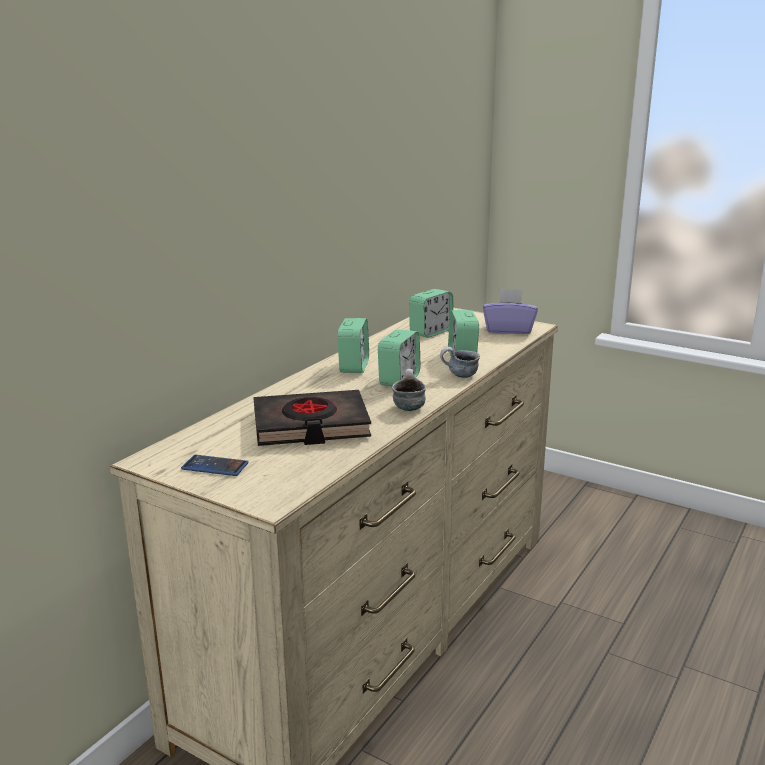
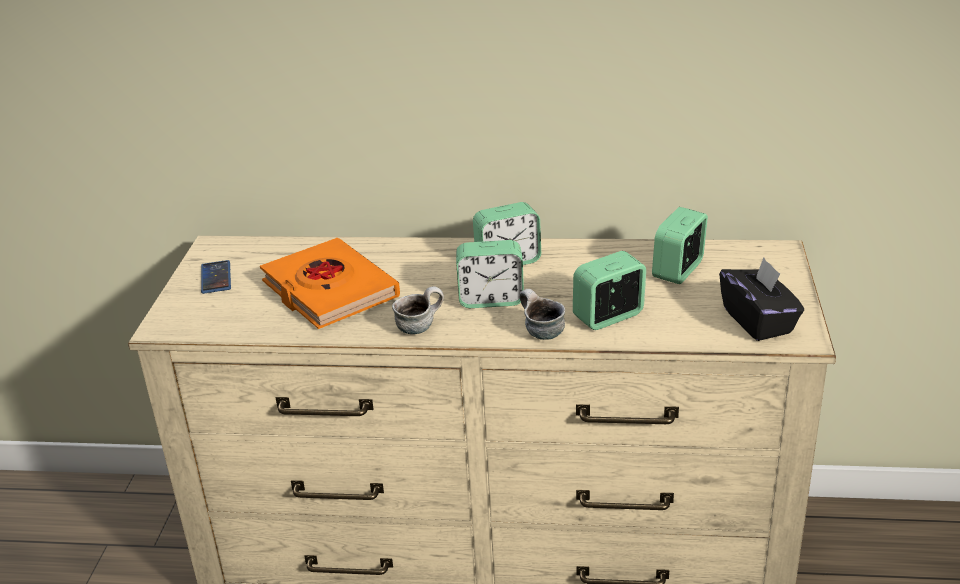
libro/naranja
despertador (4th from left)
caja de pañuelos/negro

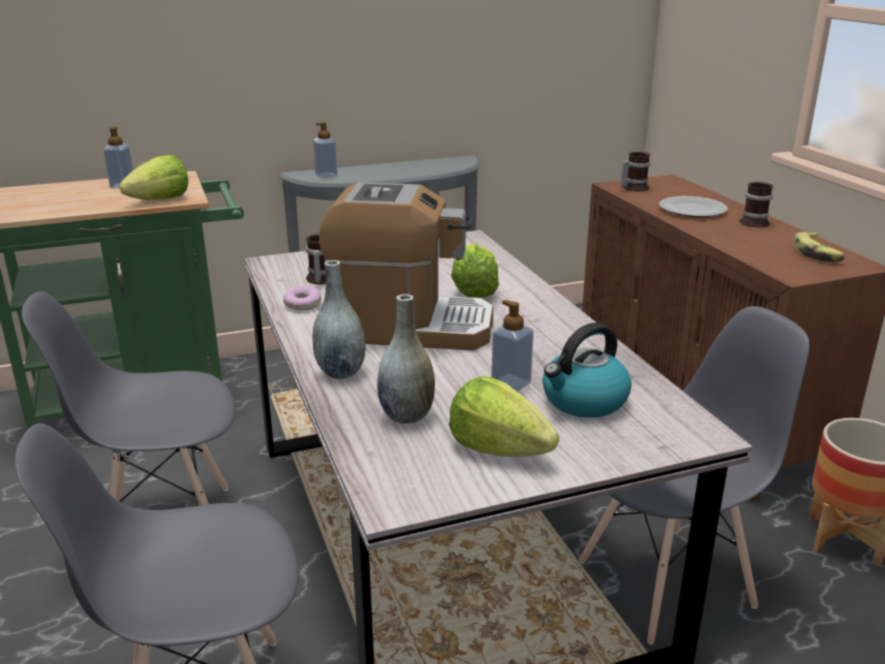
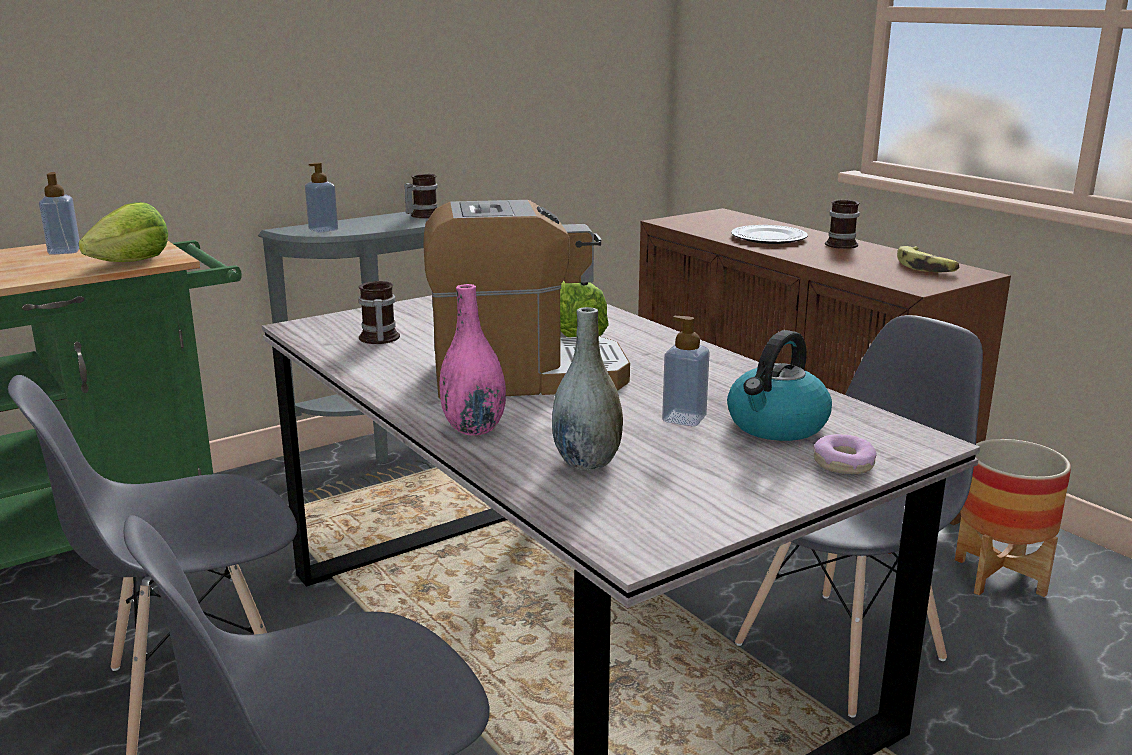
taza grande (2nd from left)
florero/rosa
rosquilla
lechuga (3rd from left in the first image)

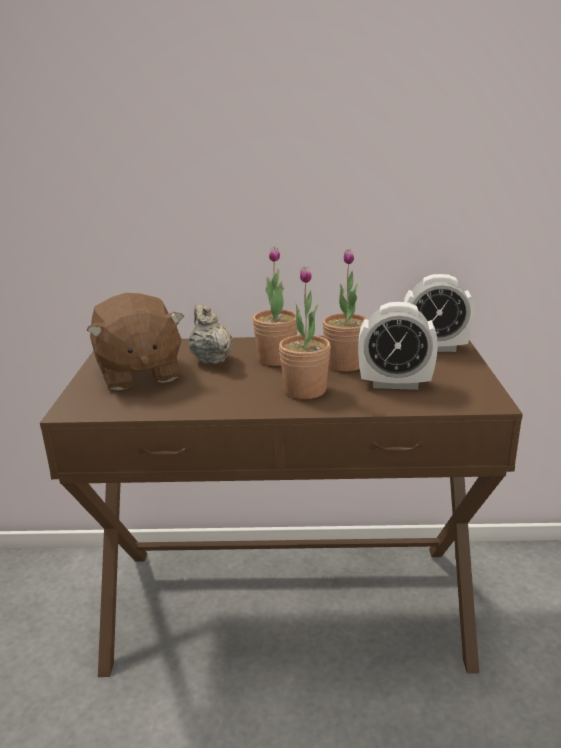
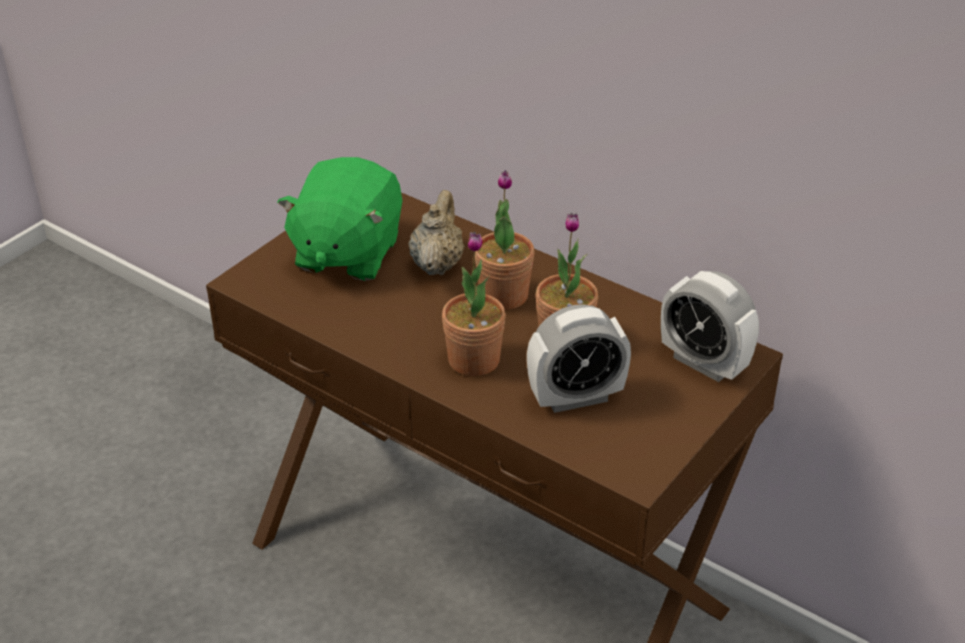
peluche/verde
despertador (1st from left)

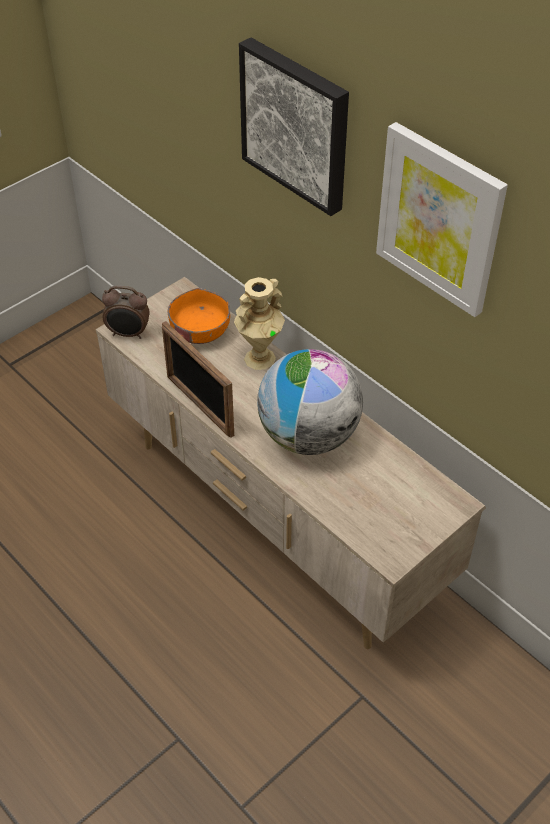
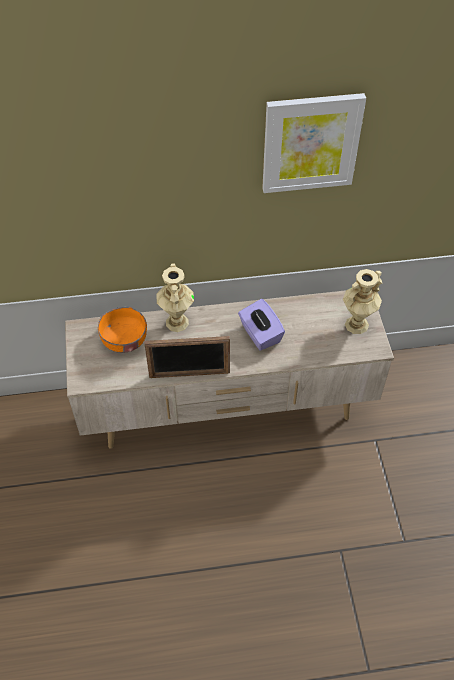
caja de pañuelos/morado
florero/beis (2nd from left)
despertador
cuadro (1st from left in the first image)

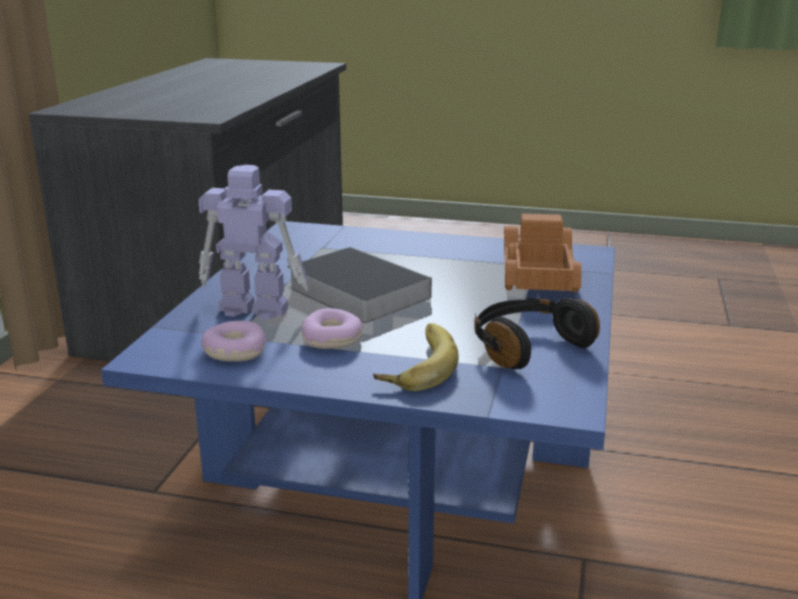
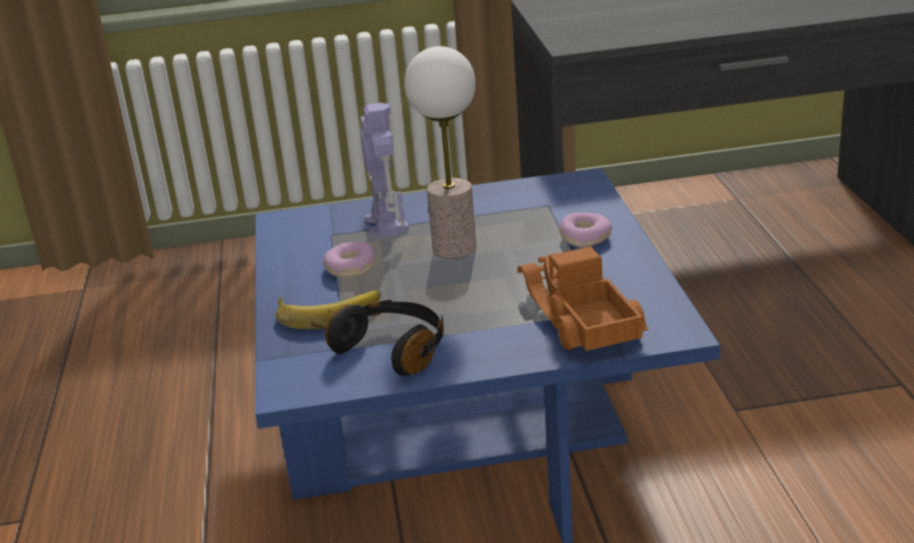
lámpara de mesa
camión de juguete
rosquilla (2nd from left)

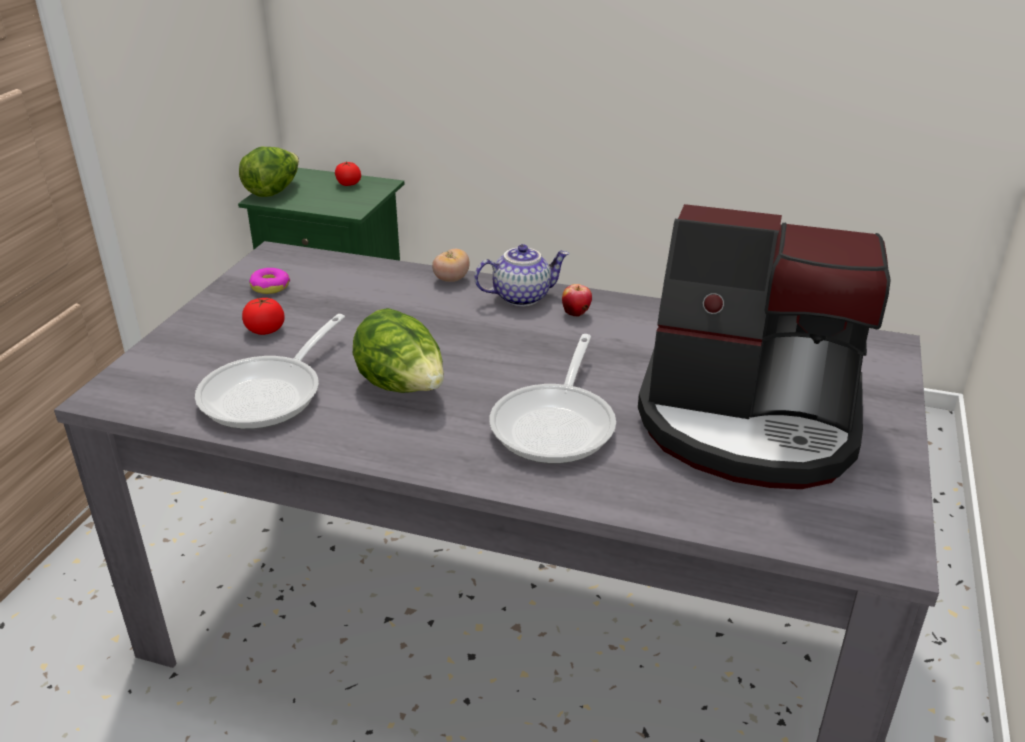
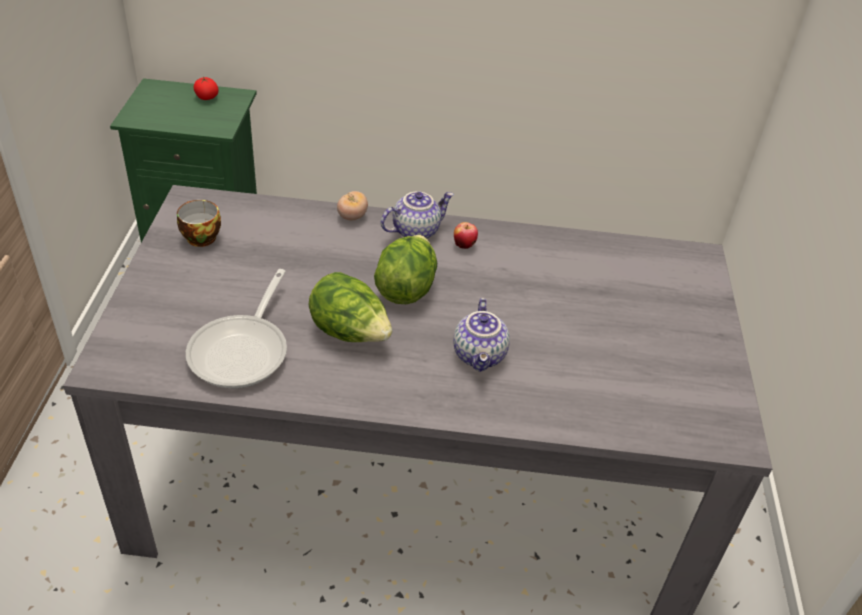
taza
lechuga (2nd from left)
tetera (2nd from left)
tomate (1st from left in the first image)
cafetera

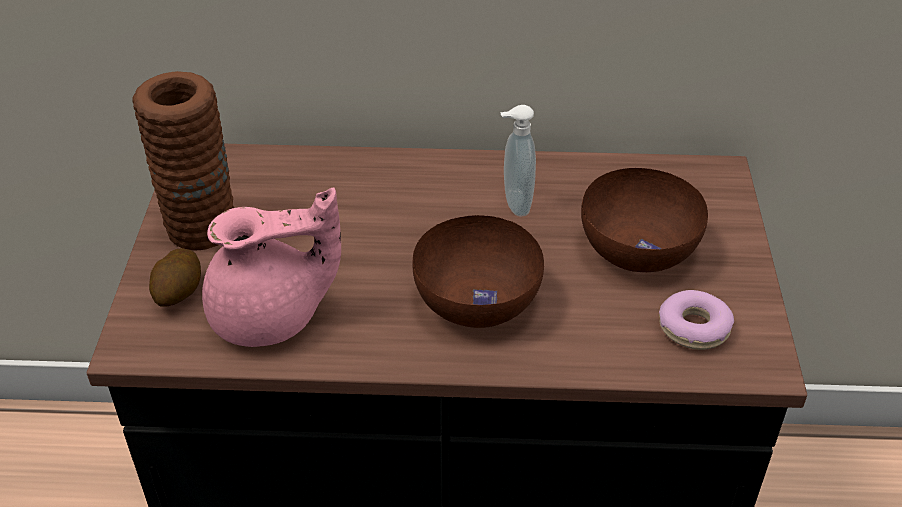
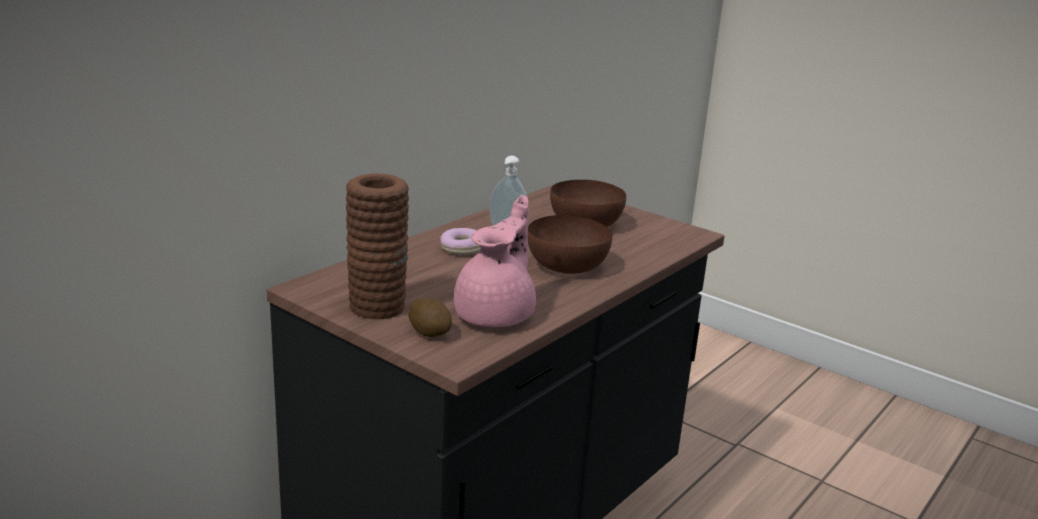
rosquilla

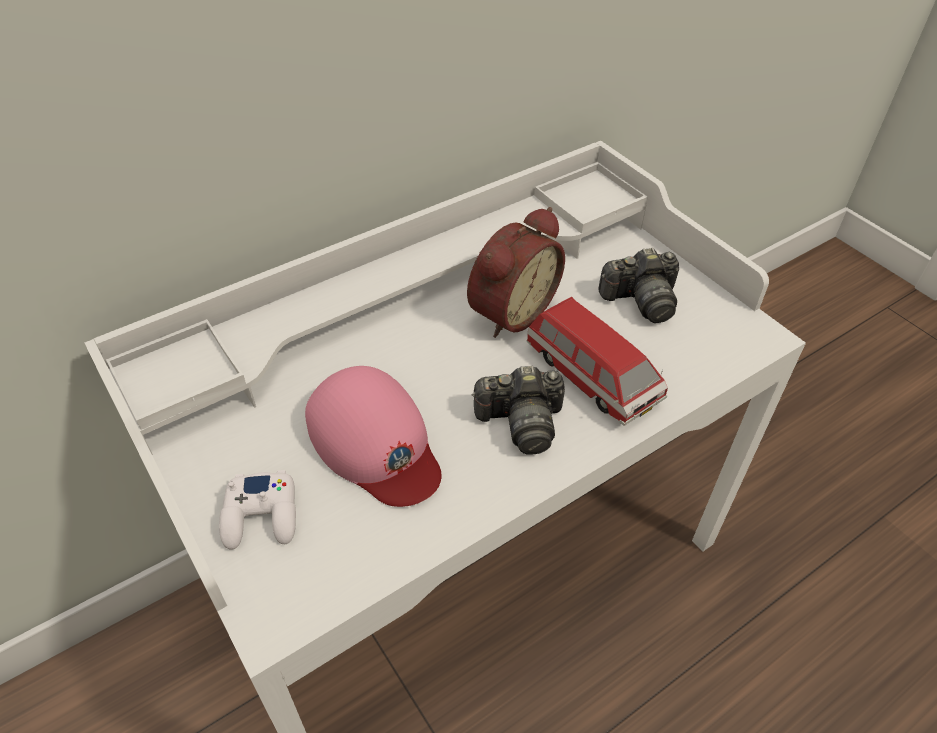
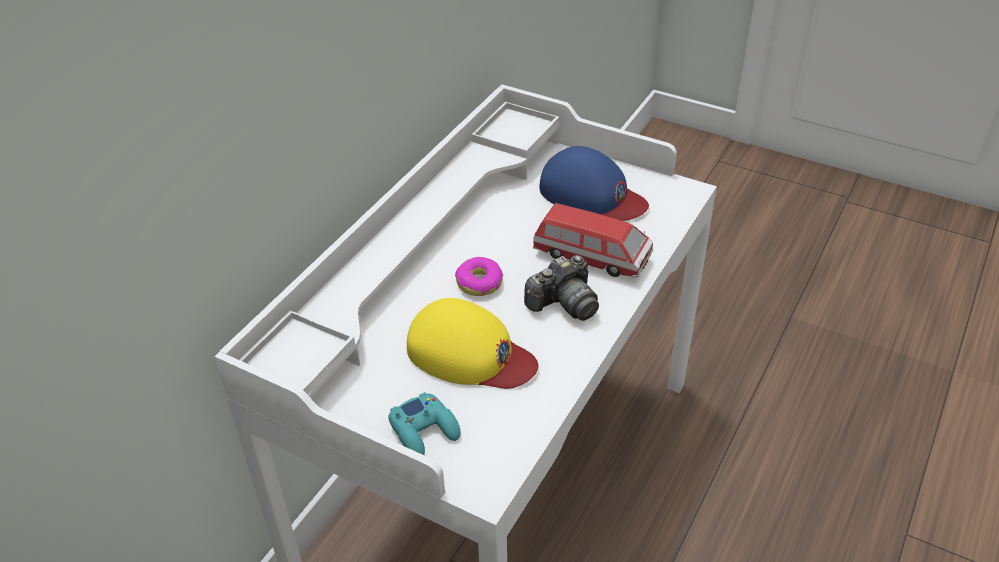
mando de consola/turquesa
gorra/amarillo
rosquilla
gorra/azul
despertador

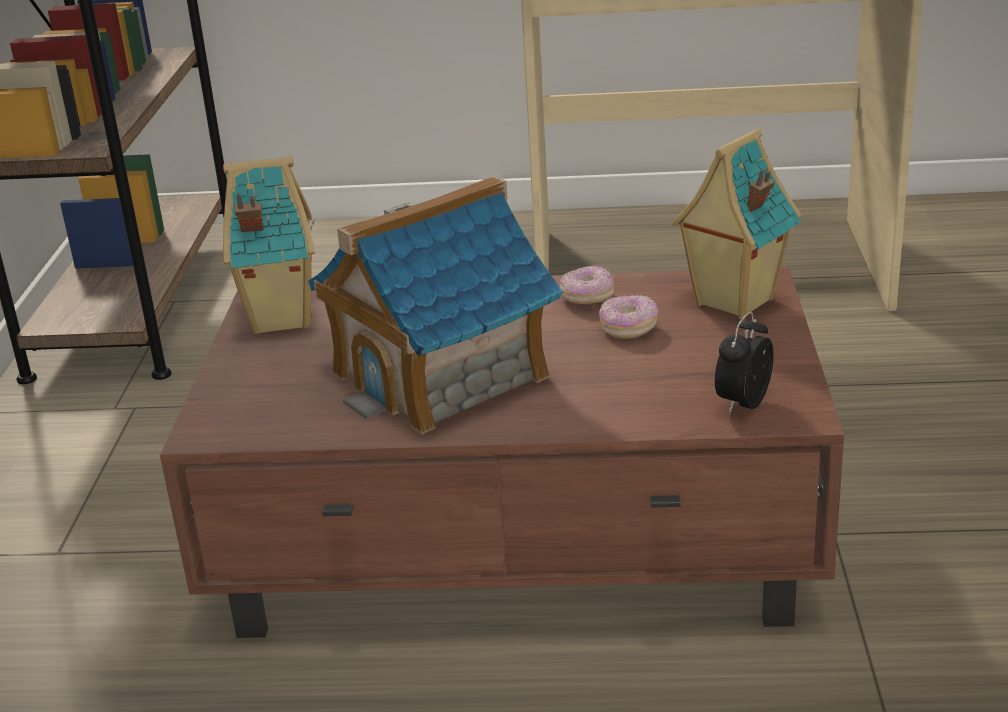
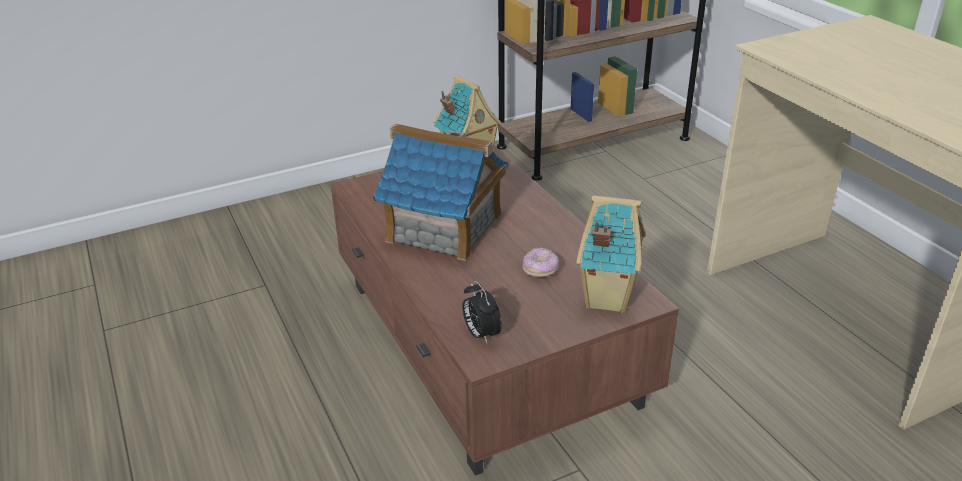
despertador
rosquilla (1st from left in the first image)

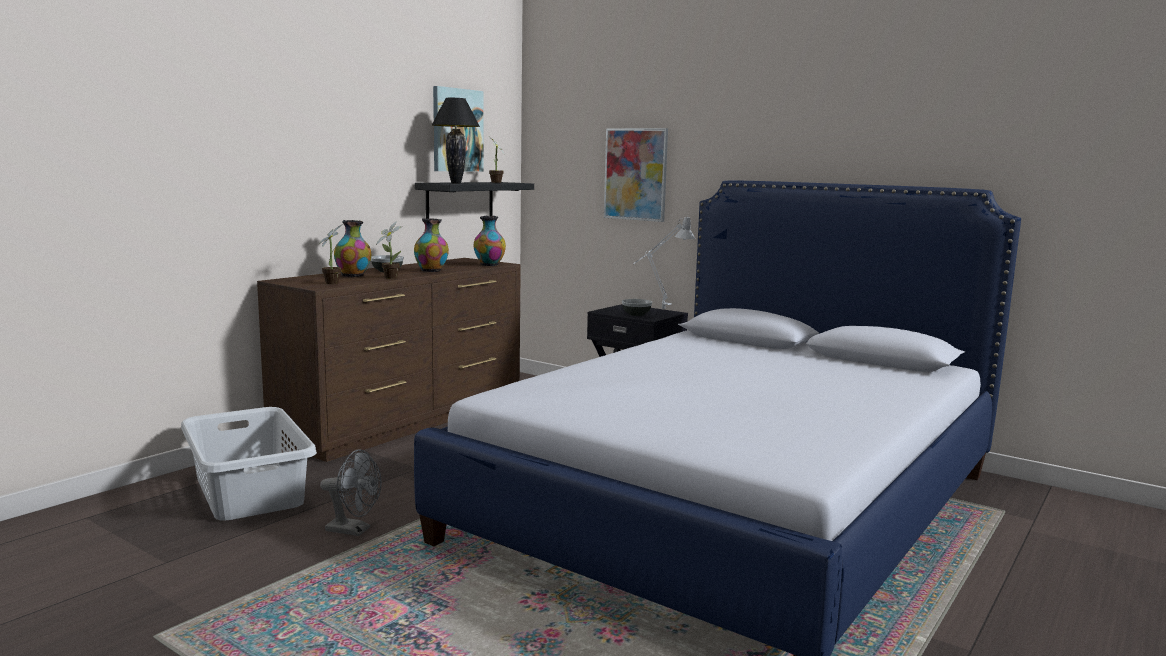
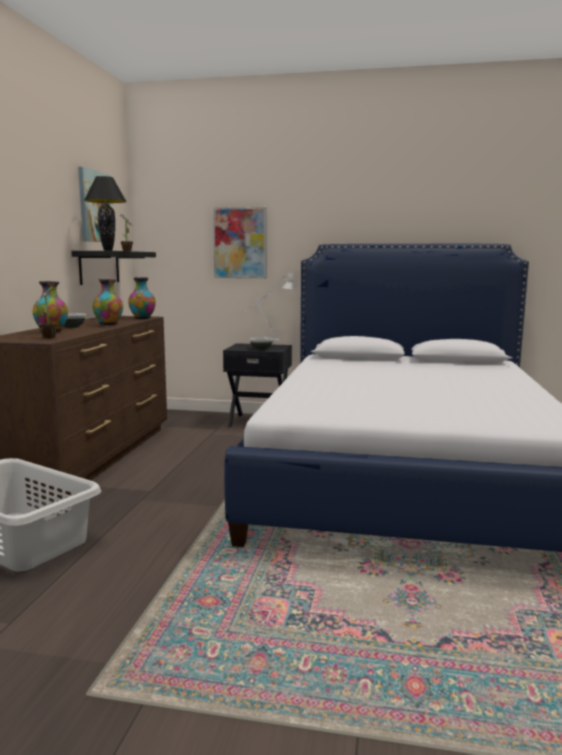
ventilador/gris
planta en maceta (2nd from left in the first image)

